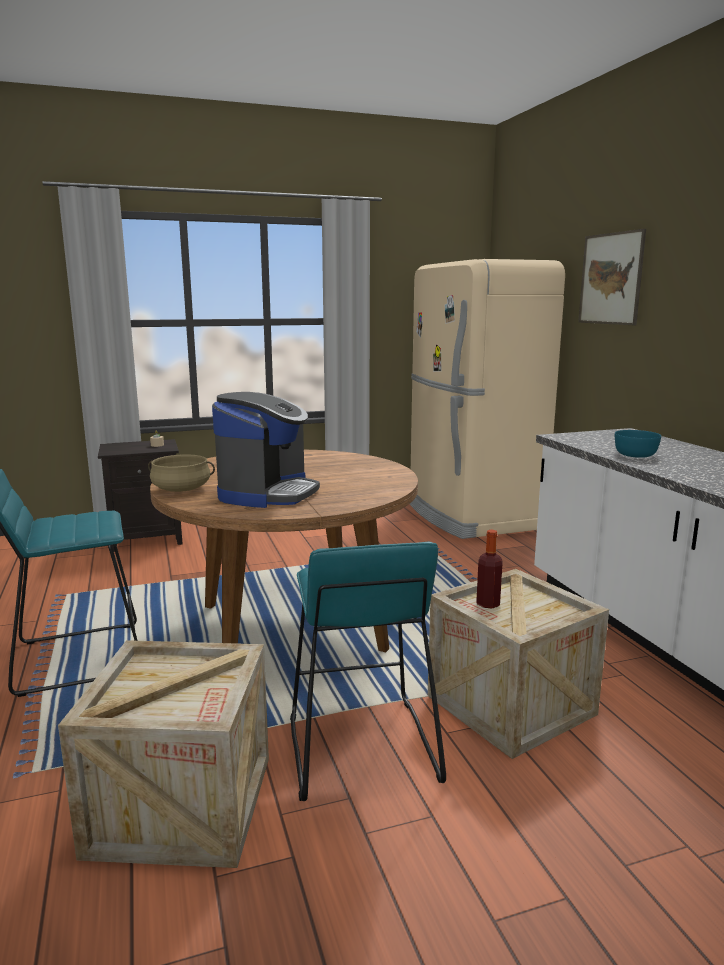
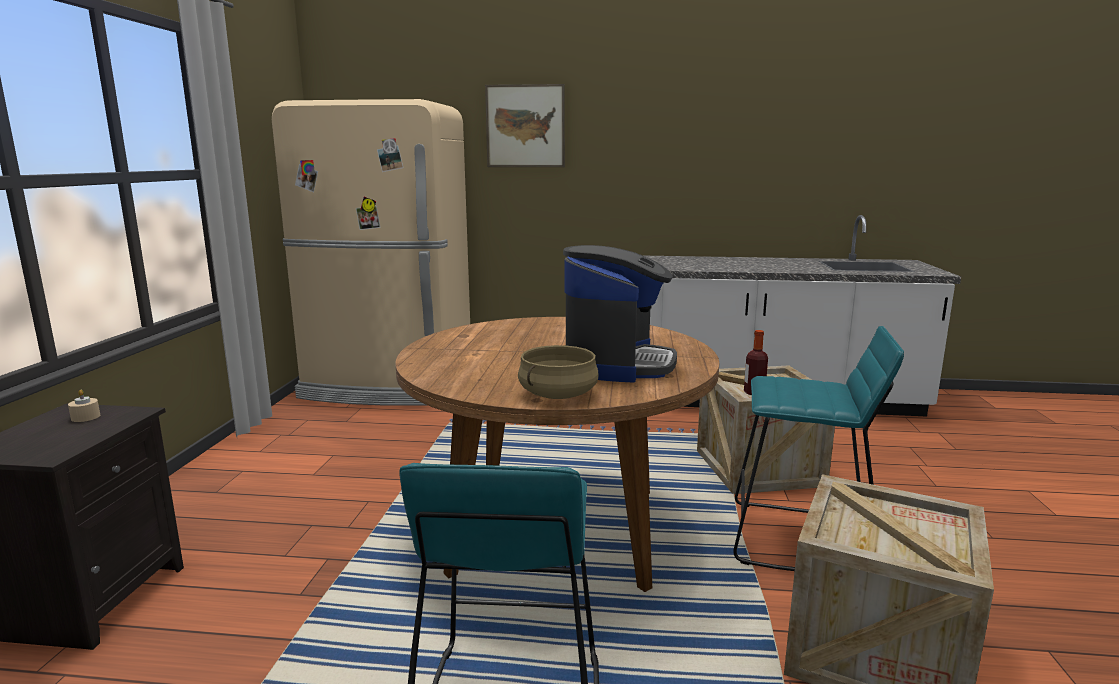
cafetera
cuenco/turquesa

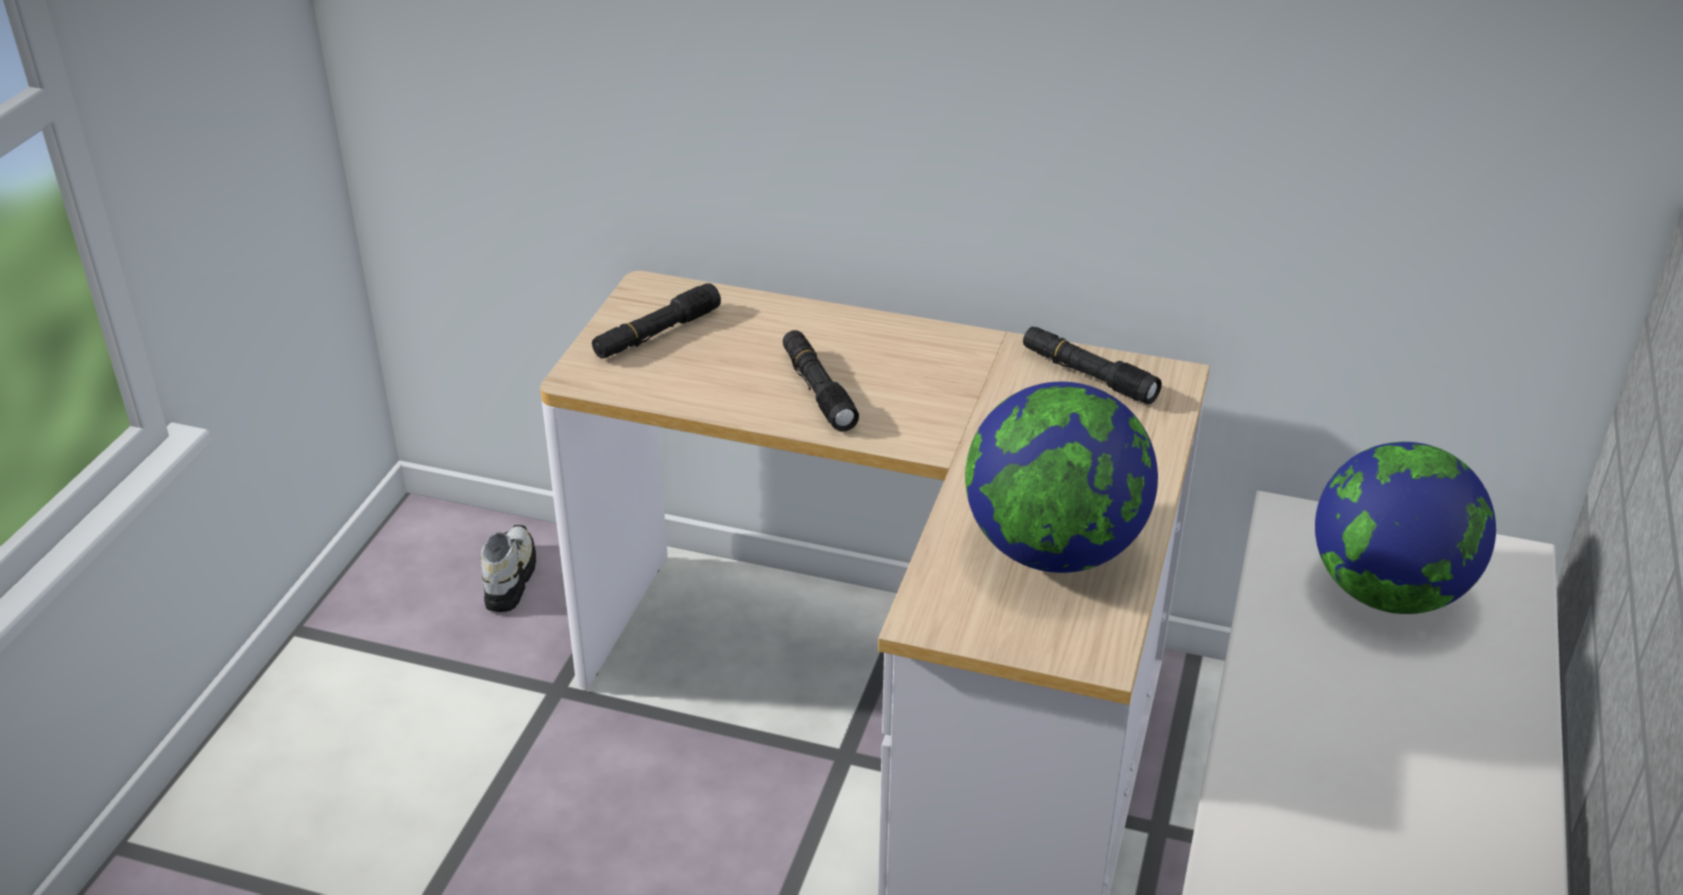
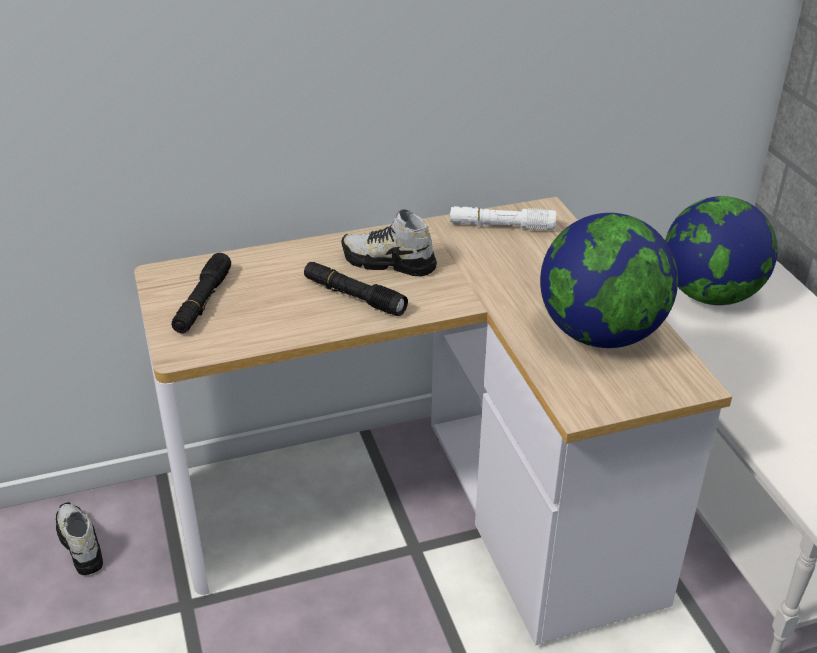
zapato (2nd from left)
linterna/blanco

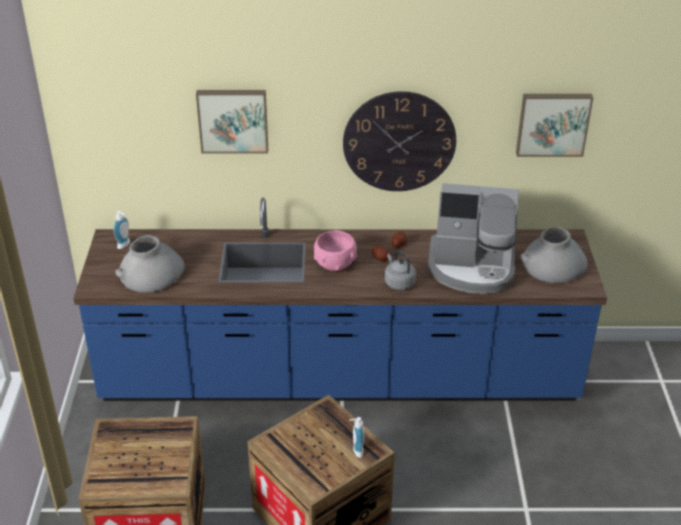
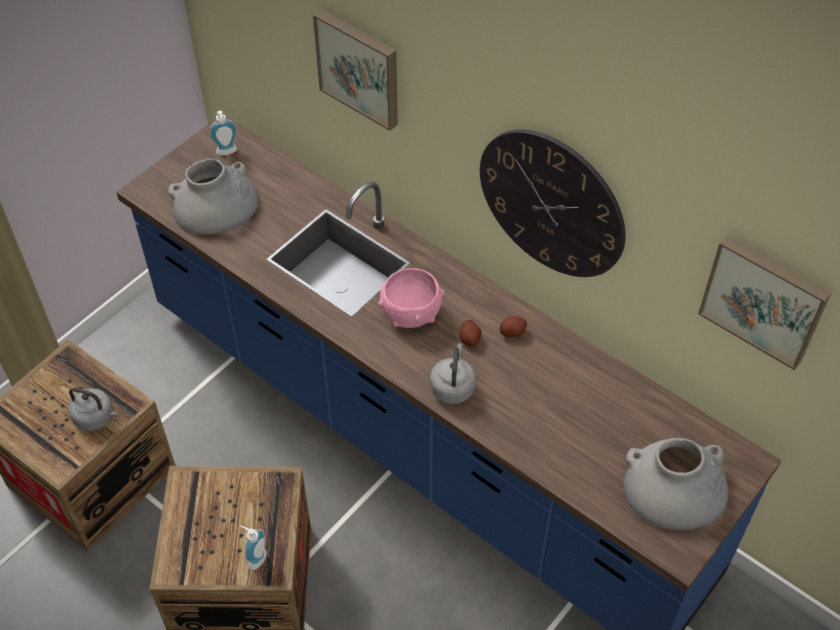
hervidor/gris (1st from left)
cafetera

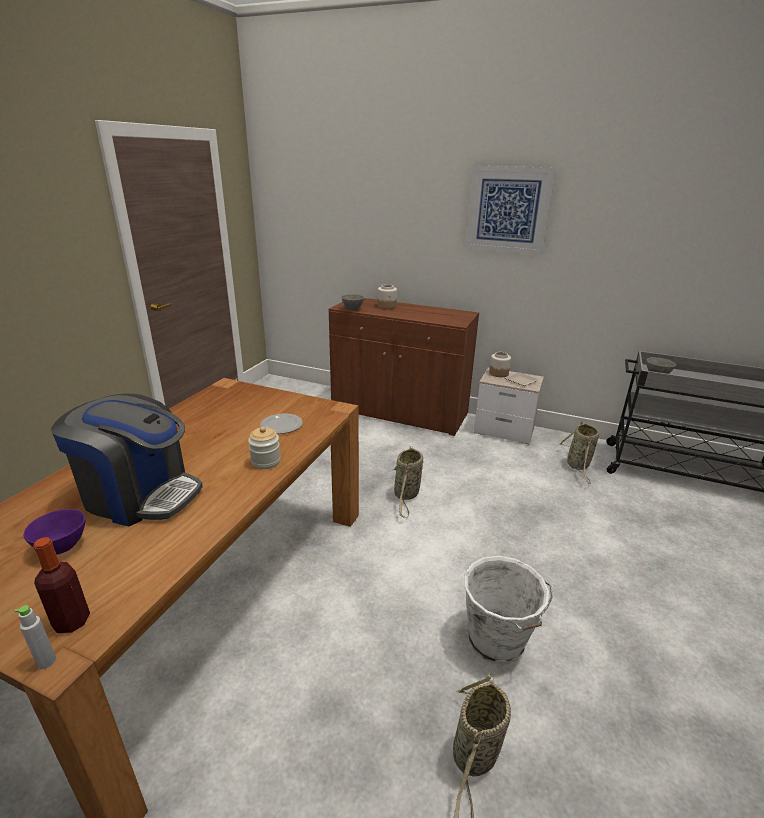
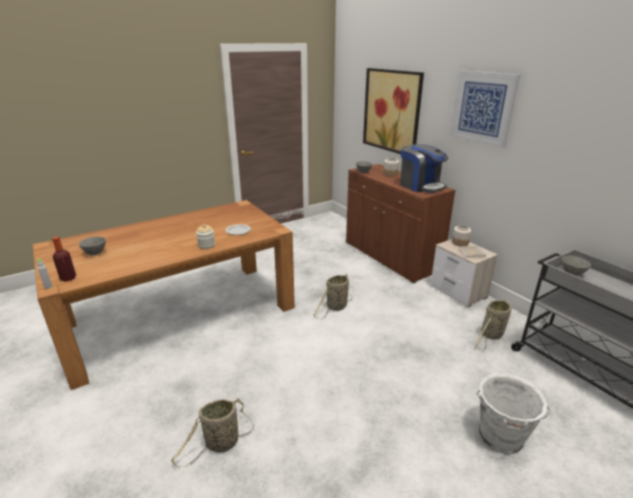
cuenco/gris (1st from left)
cuadro (1st from left)
cafetera
cubo/blanco

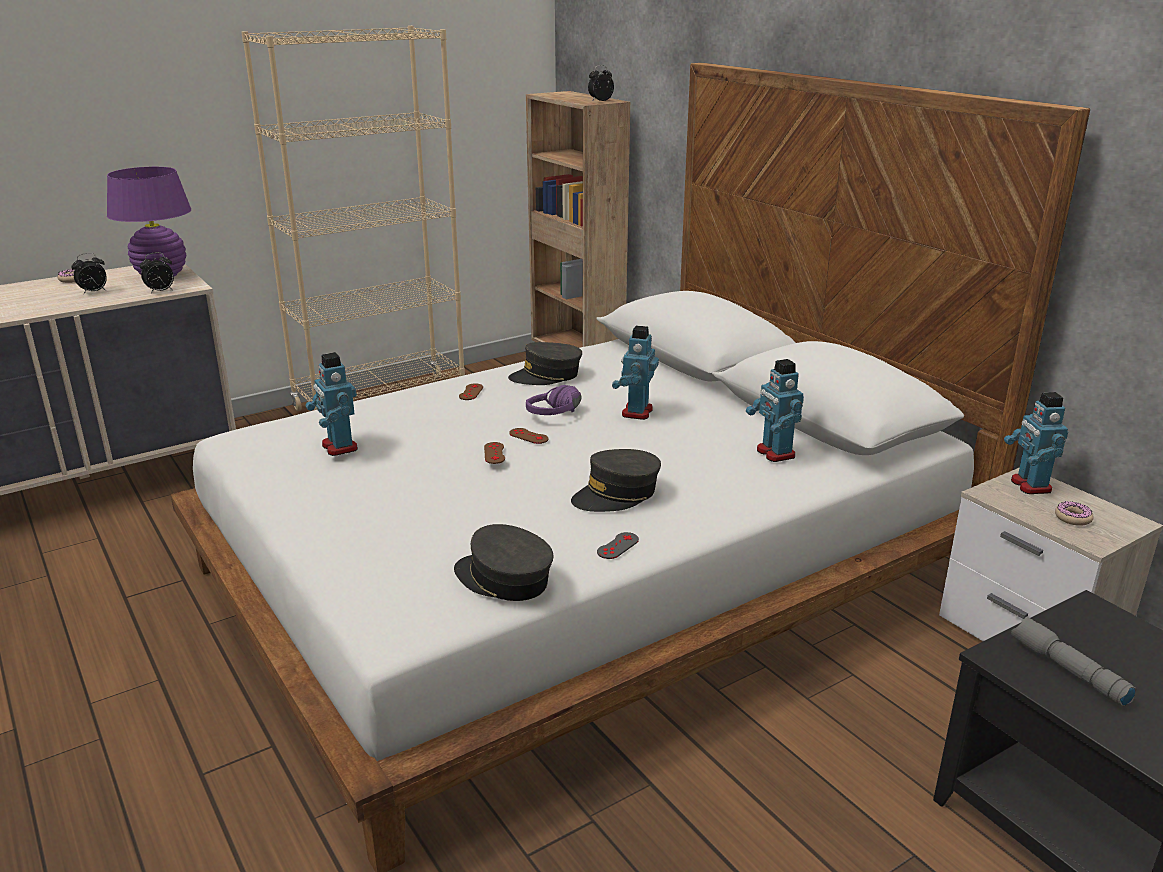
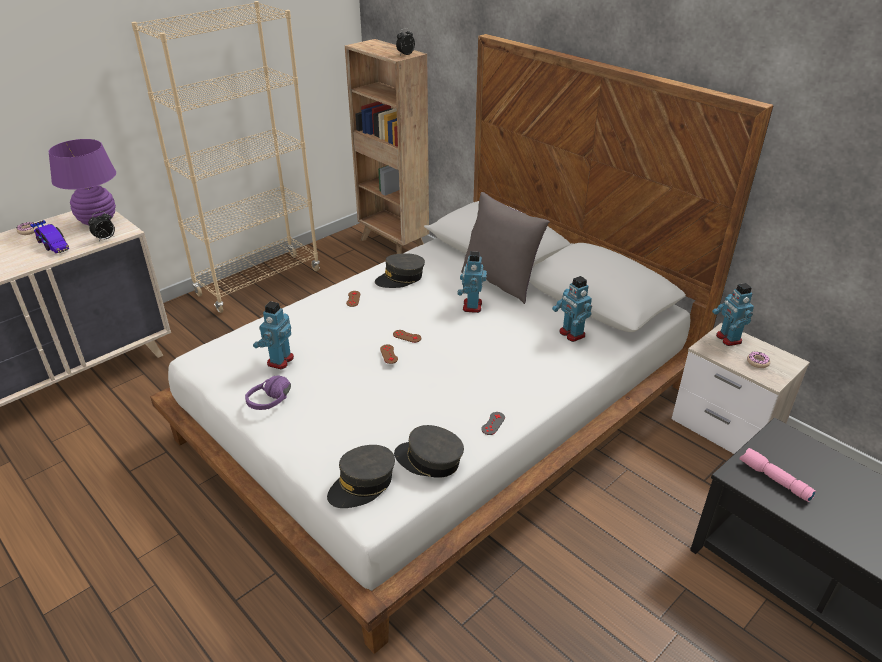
coche de juguete
auriculares/morado
robot de juguete (1st from left)
gorra/gris (1st from left)
cojín/gris
linterna/rosa

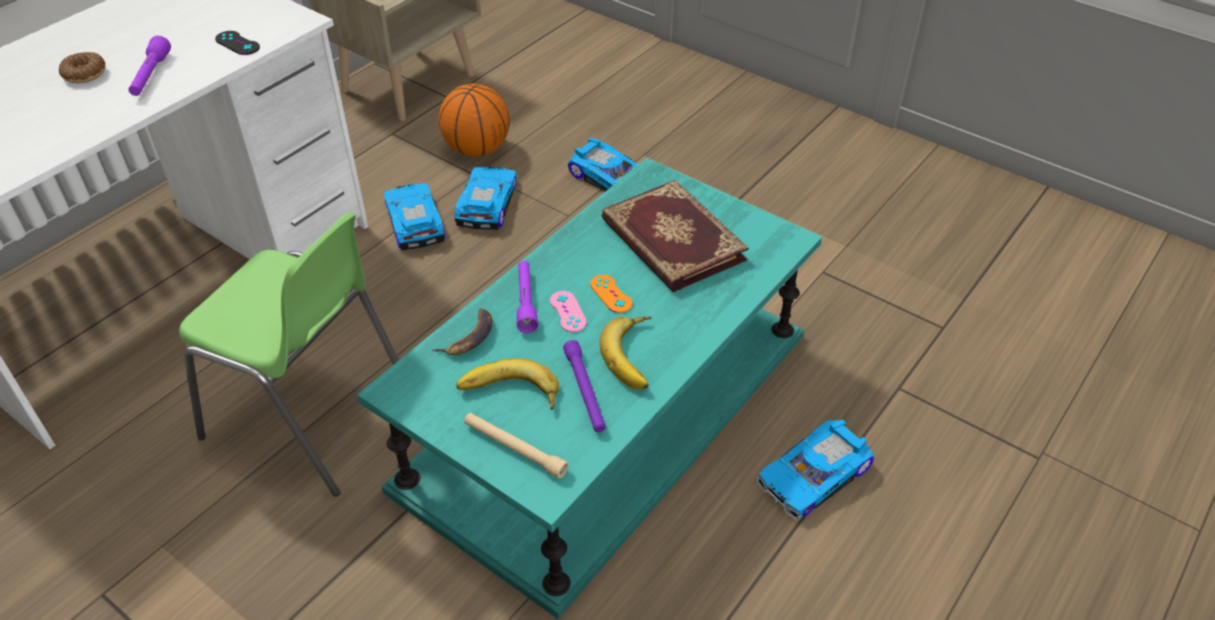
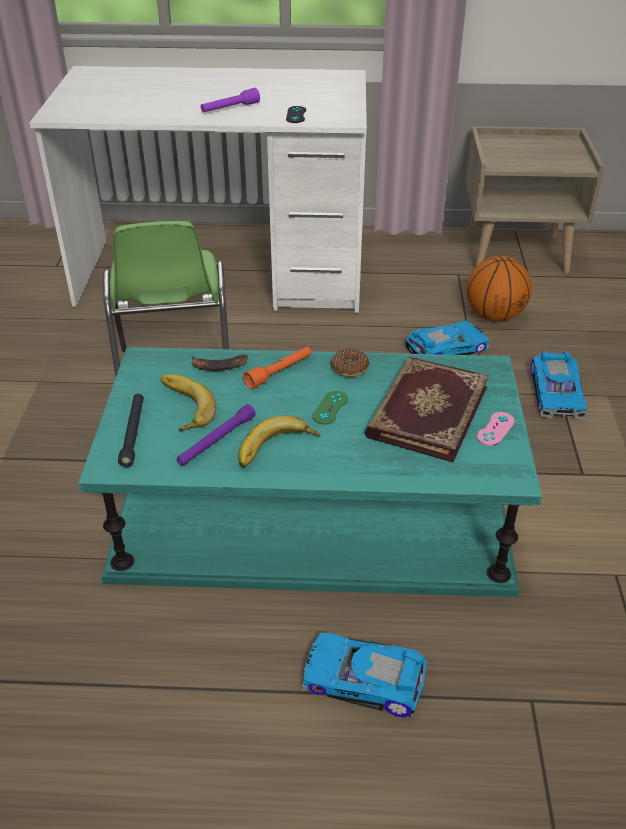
linterna/negro
linterna/naranja
mando de consola/verde
rosquilla
mando de consola/rosa
coche de juguete (1st from left in the first image)

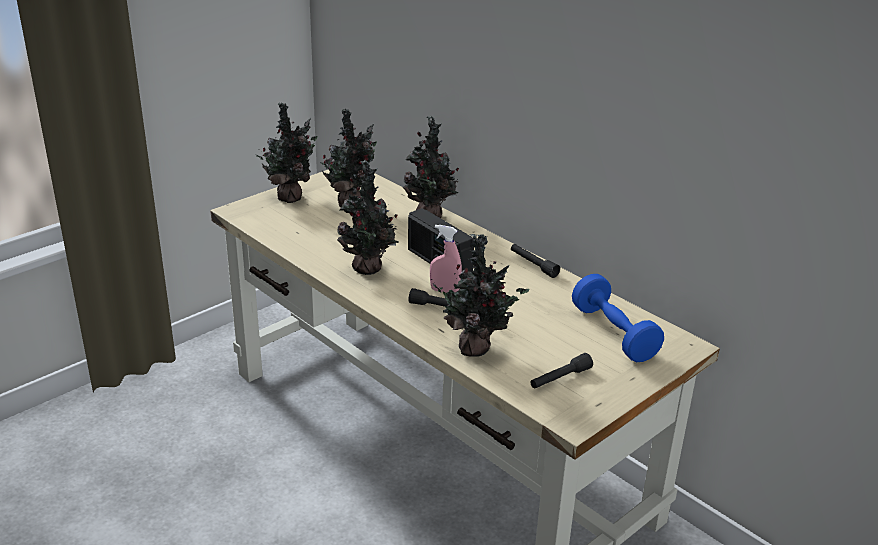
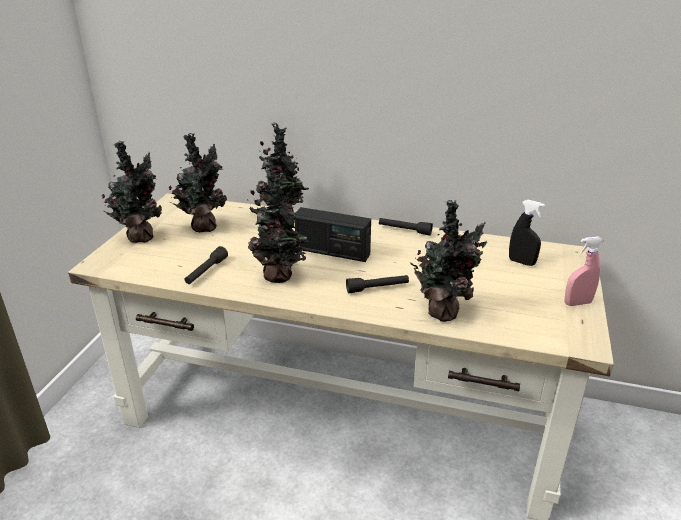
linterna/negro (1st from left)
pulverizador/negro
pulverizador/rosa

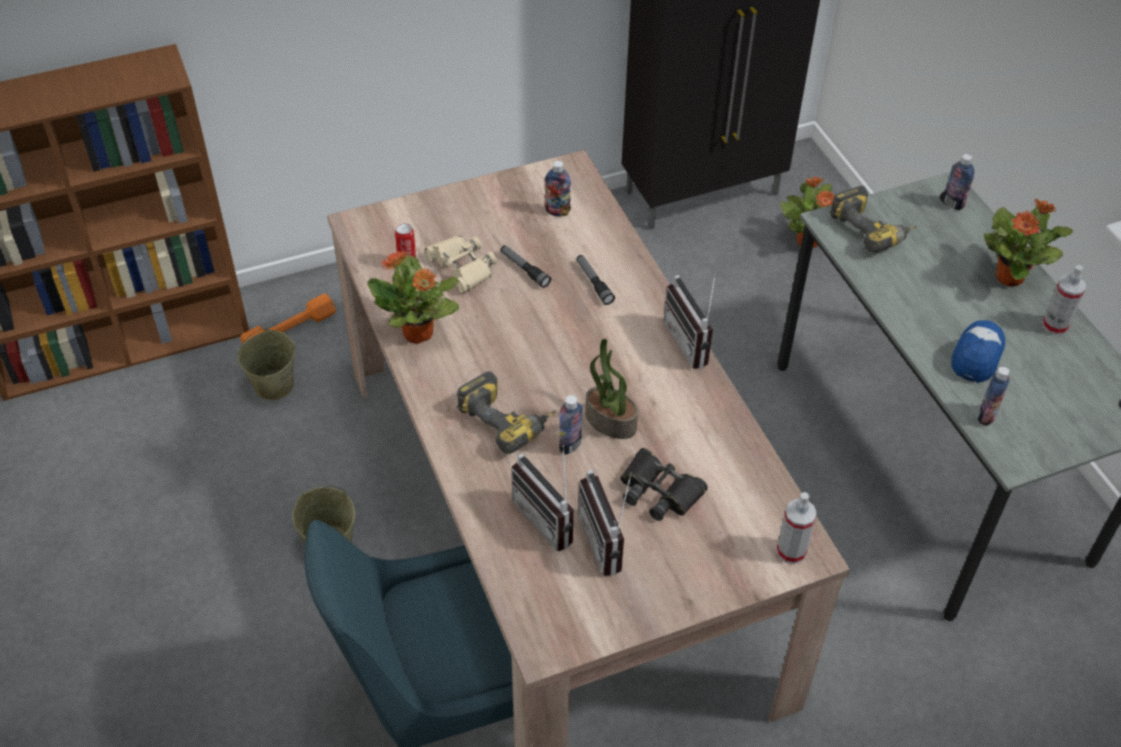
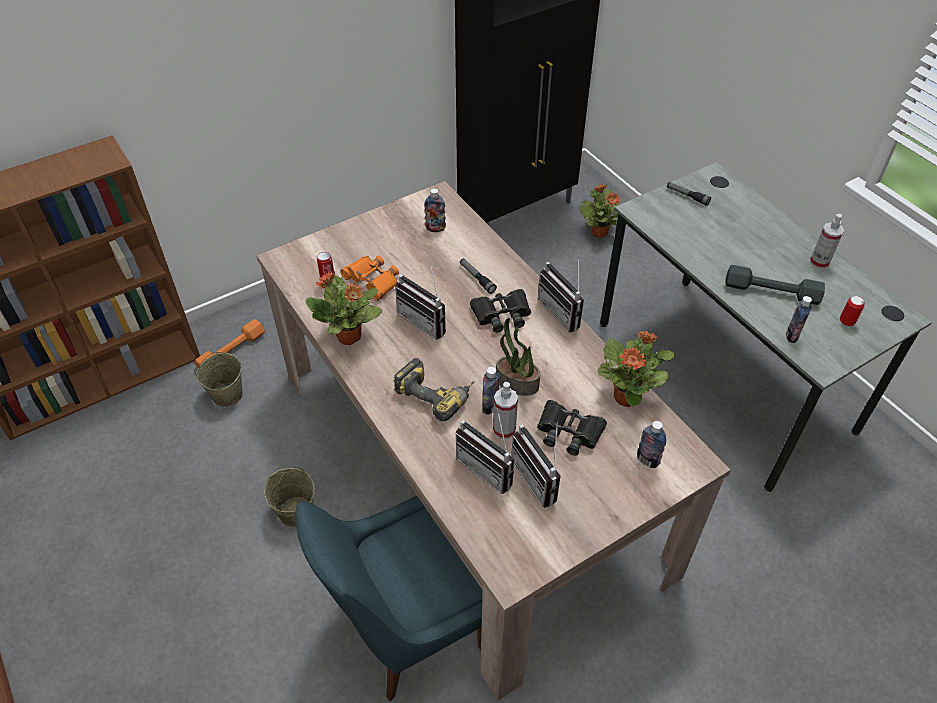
prismáticos/naranja
radio (1st from left)
prismáticos/negro (1st from left)
pulverizador (1st from left)
planta en maceta (4th from left)
botella (3rd from left)
linterna (2nd from left)
mancuerna/gris
lata (2nd from left)
taladro (2nd from left in the first image)

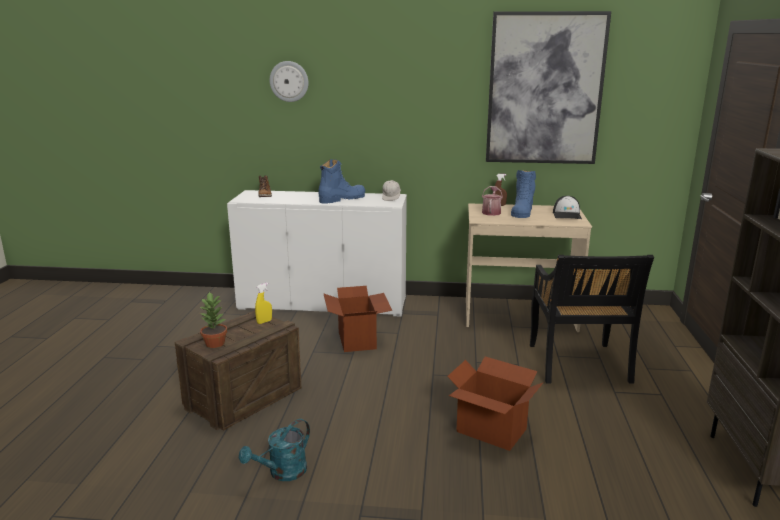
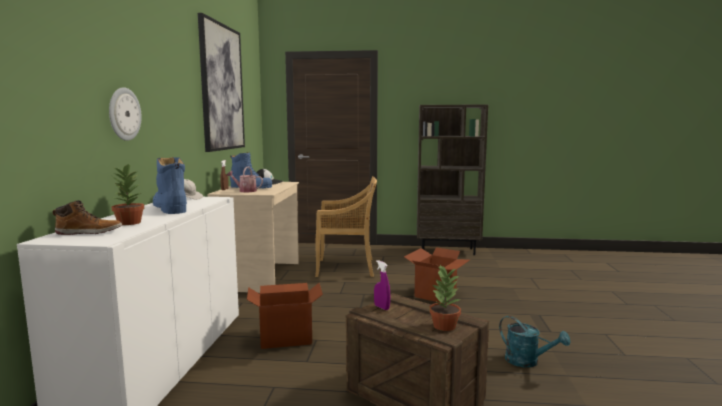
reloj de pared
planta en maceta (1st from left)
silla/beis
pulverizador/morado

